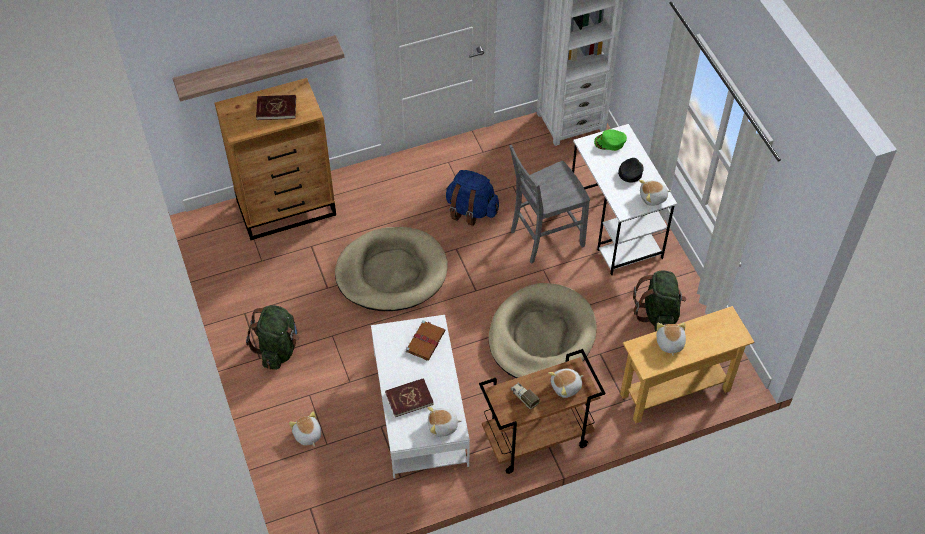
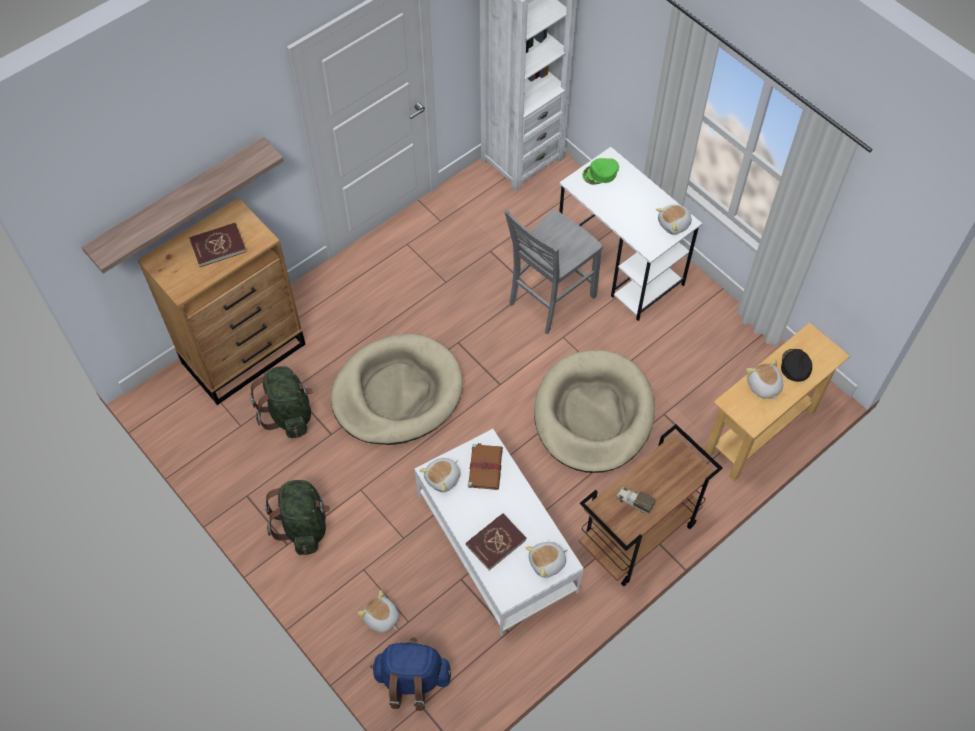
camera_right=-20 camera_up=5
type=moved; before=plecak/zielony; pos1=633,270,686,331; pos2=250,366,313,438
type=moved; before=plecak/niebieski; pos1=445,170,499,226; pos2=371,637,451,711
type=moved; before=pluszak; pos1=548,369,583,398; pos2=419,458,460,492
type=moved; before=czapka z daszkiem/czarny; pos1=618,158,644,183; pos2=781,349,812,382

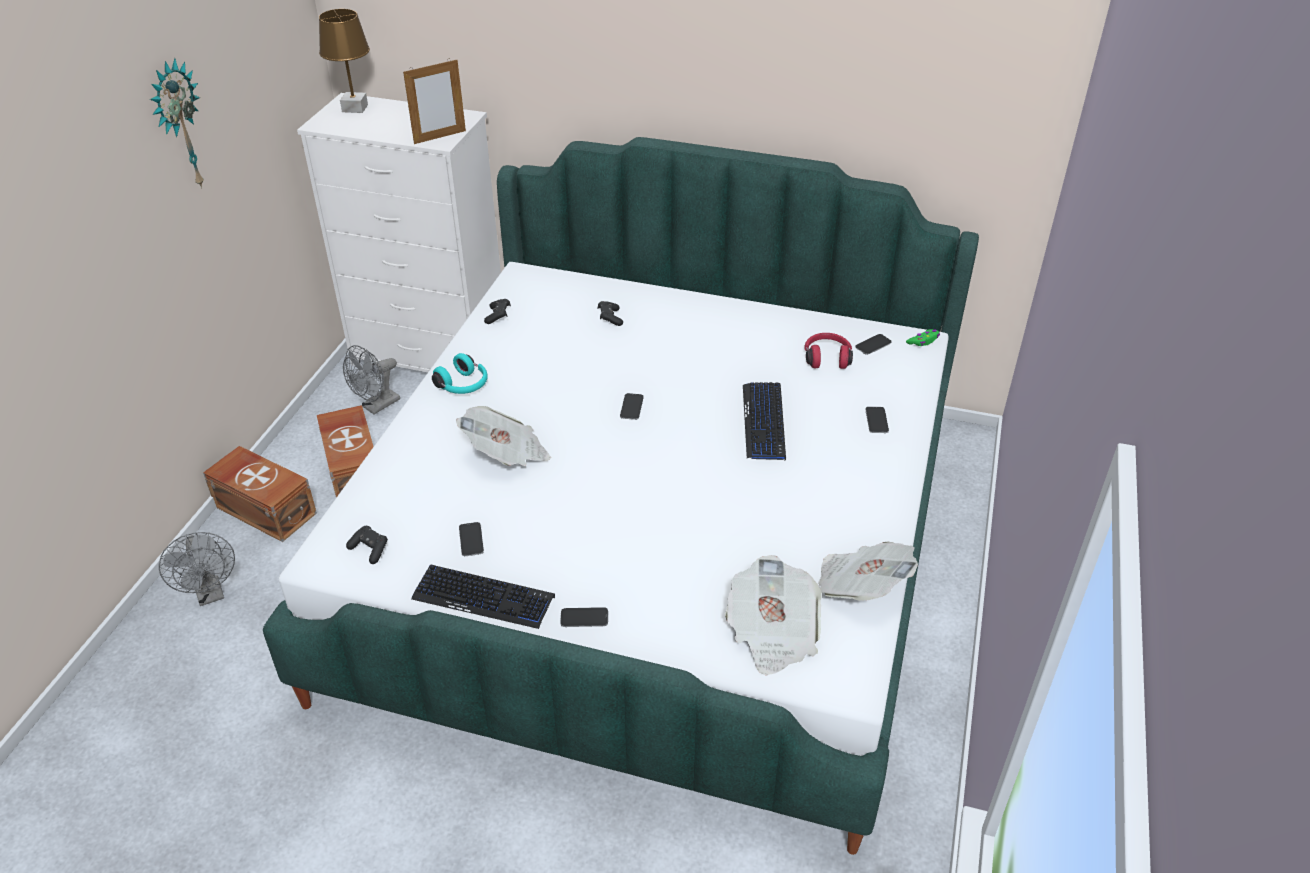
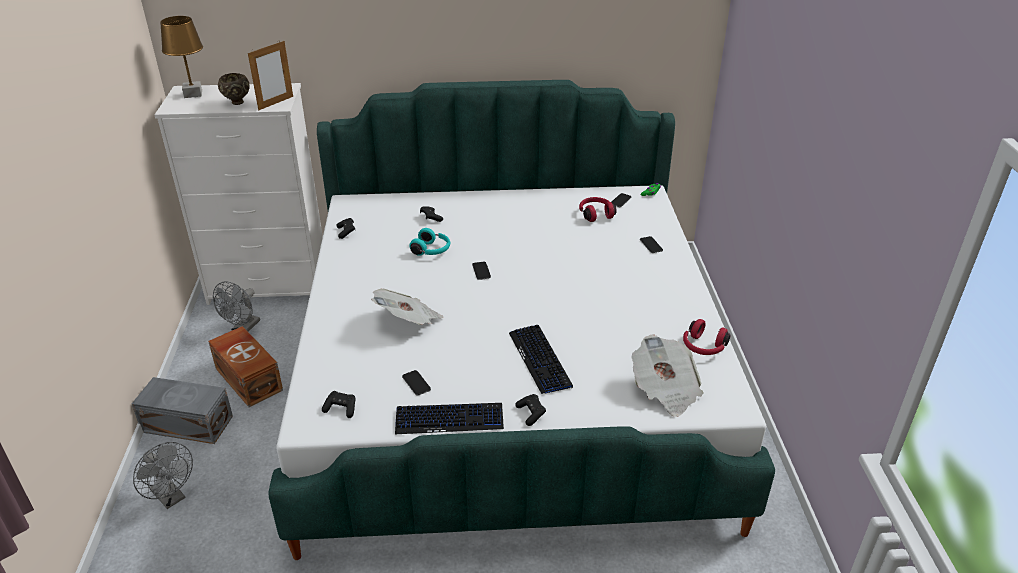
camera_right=-20 camera_up=-5
type=recoloured; before=pojemnik do przechowywania/brązowy; after=pojemnik do przechowywania/szary; pos1=203,446,317,542; pos2=132,377,233,444
type=added; after=miska/brązowy; pos2=218,73,250,105
type=moved; before=słuchawki/turkusowy; pos1=432,353,488,394; pos2=410,228,450,256
type=moved; before=klawiatura; pos1=743,382,786,460; pos2=509,325,573,394
type=replaced; before=telefon; after=pad do gier/czarny; pos1=560,607,608,627; pos2=515,394,546,426
type=replaced; before=gazeta; after=słuchawki/czerwony; pos1=818,541,918,601; pos2=683,319,730,355
type=removed; before=zegar ścienny; pos1=150,58,204,188

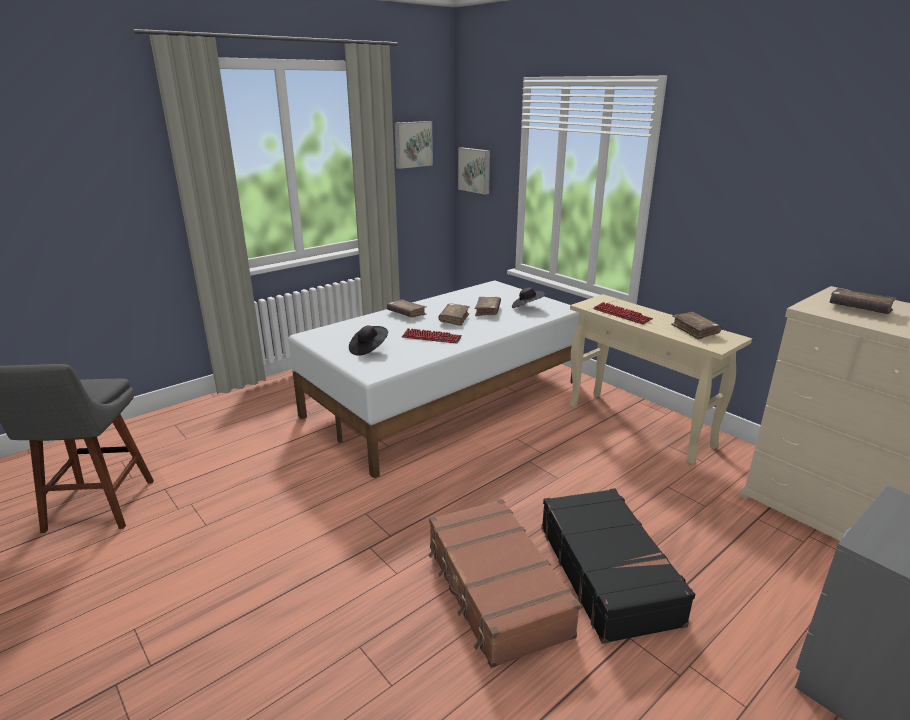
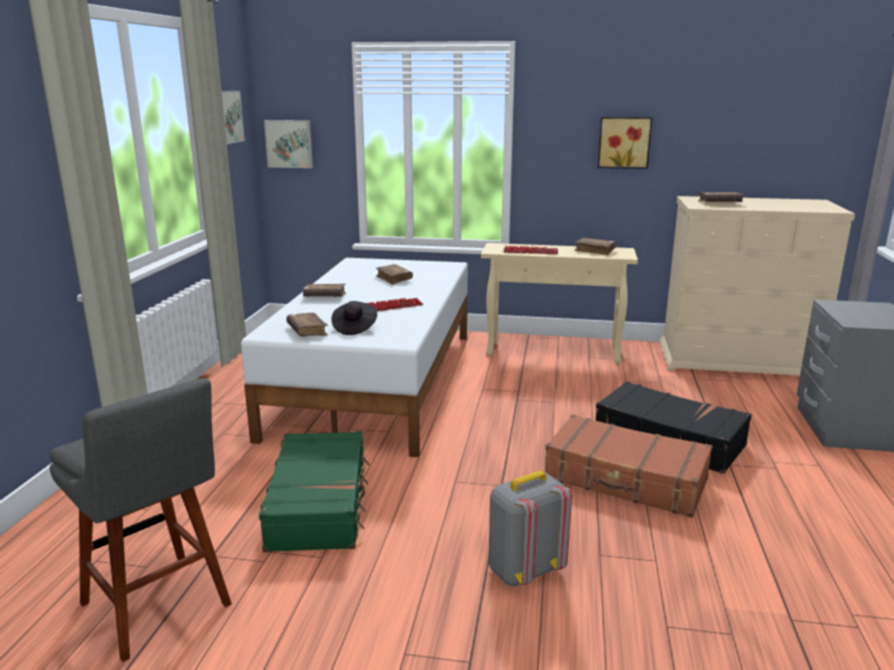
camera_right=-40 camera_up=-5
type=added; after=walizka/zielony; pos2=259,431,370,552
type=moved; before=książka/brązowy; pos1=438,303,470,326; pos2=286,313,328,336
type=added; after=plecak/szary; pos2=489,470,572,586
type=added; after=obraz; pos2=597,117,653,169
type=removed; before=kapelusz/czarny; pos1=512,288,545,308

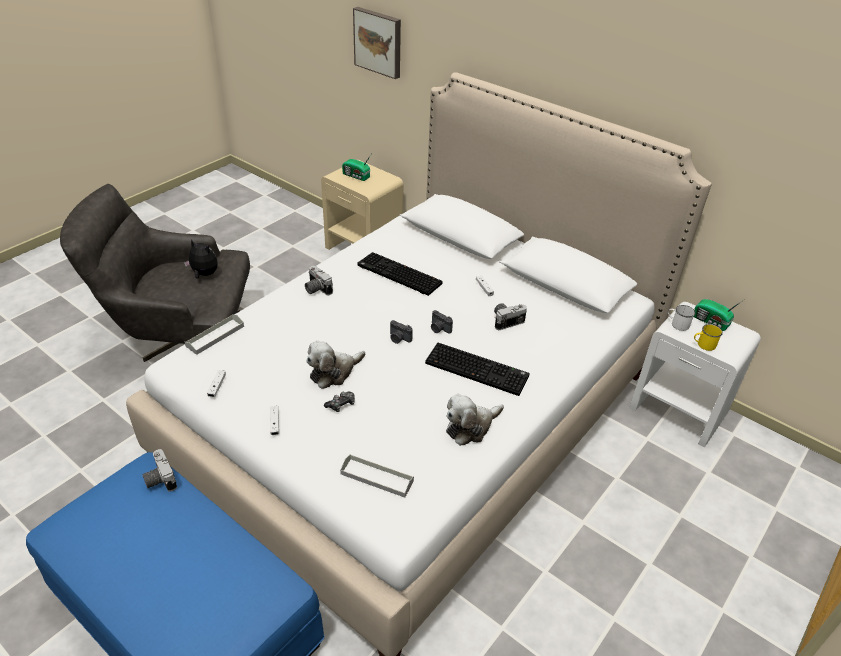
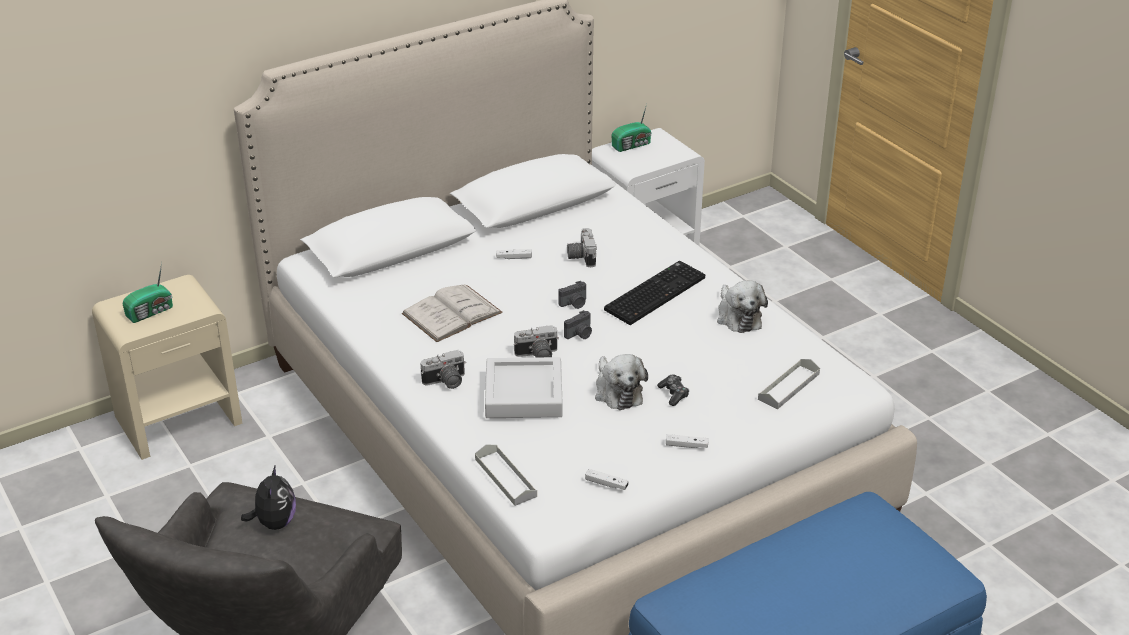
camera_right=-70 camera_up=-5
type=turned; before=pluszak; pos1=184,239,217,279; pos2=241,464,296,530; turn=135
type=replaced; before=klawiatura; after=książka/biały; pos1=357,252,443,296; pos2=402,284,503,342
type=added; after=taca/szary; pos2=485,357,563,418
type=moved; before=aparat fotograficzny; pos1=142,449,177,491; pos2=514,325,559,357
type=removed; before=obraz; pos1=353,7,401,79
type=removed; before=kubek/biały; pos1=668,305,695,331
type=removed; before=kubek/żółty; pos1=694,324,723,351

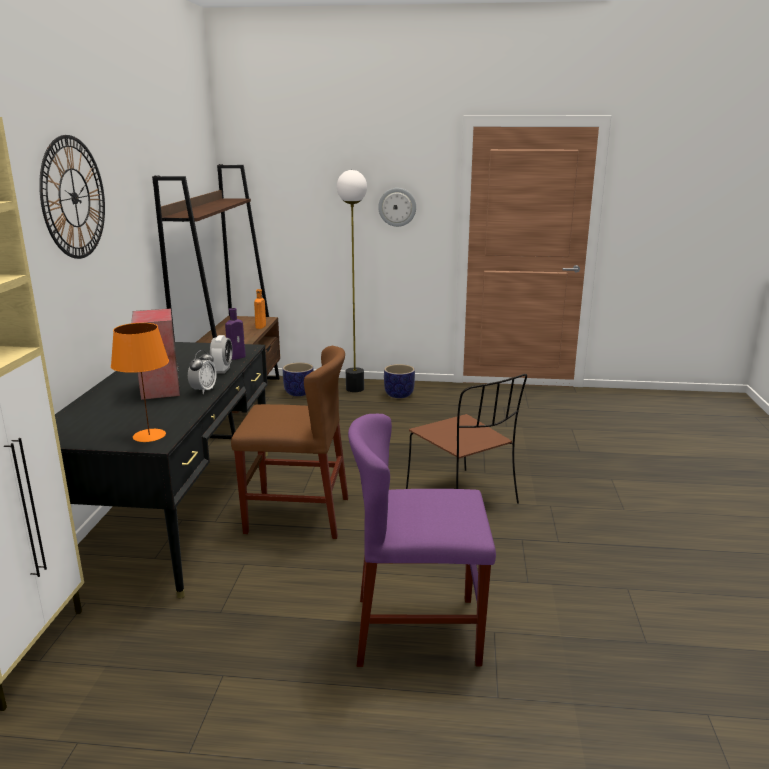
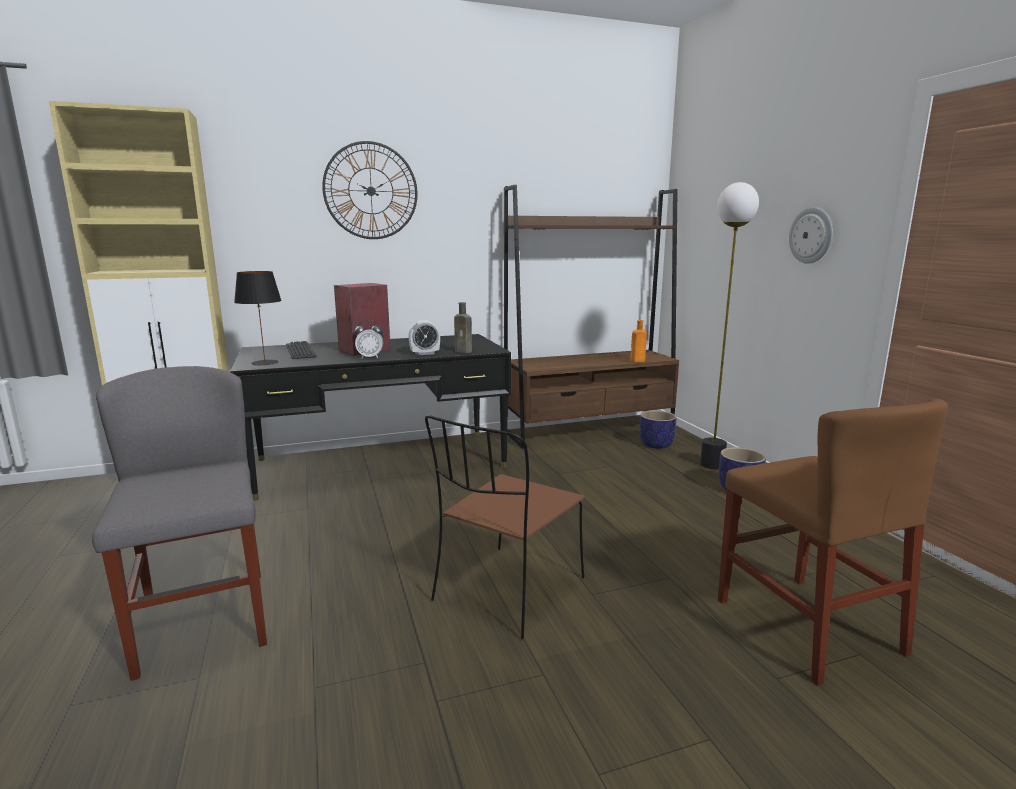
camera_right=65 camera_up=-5
type=recoloured; before=krzesło/fioletowy; after=krzesło/szary; pos1=348,414,496,667; pos2=92,366,267,681
type=recoloured; before=lampa stołowa/pomarańczowy; after=lampa stołowa/czarny; pos1=111,323,169,442; pos2=234,271,282,365
type=added; after=klawiatura; pos2=286,341,317,359
type=recoloured; before=butelka/fioletowy; after=butelka/brązowy; pos1=225,308,246,360; pos2=454,302,472,353
type=moved; before=krzesło/brązowy; pos1=231,346,348,539; pos2=718,399,948,686

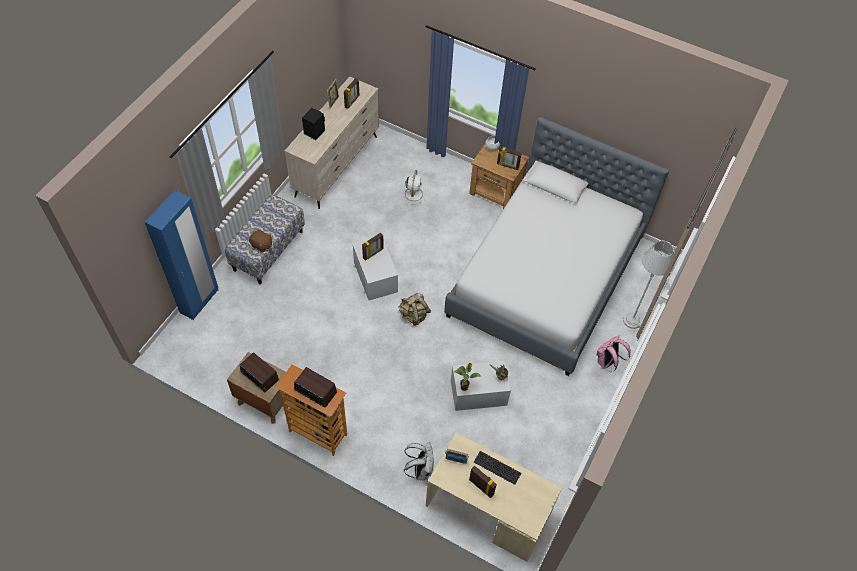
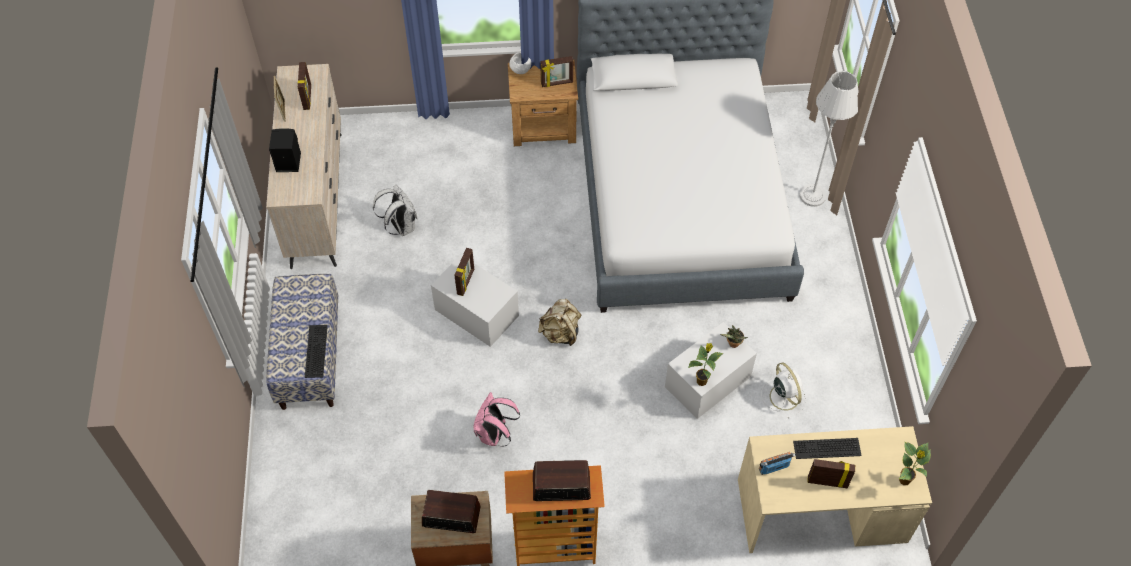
camera_right=-30 camera_up=0
type=replaced; before=pluszak/brązowy; after=klawiatura; pos1=249,230,272,253; pos2=305,325,328,378
type=moved; before=plecak/biały; pos1=404,442,434,480; pos2=373,184,418,236
type=moved; before=plecak/różowy; pos1=597,335,631,372; pos2=474,392,520,446
type=moved; before=wentylator/biały; pos1=401,170,427,204; pos2=761,363,806,419
type=added; after=roślina doniczkowa; pos2=899,442,931,485
type=removed; before=szafa/niebieski; pos1=145,190,218,320

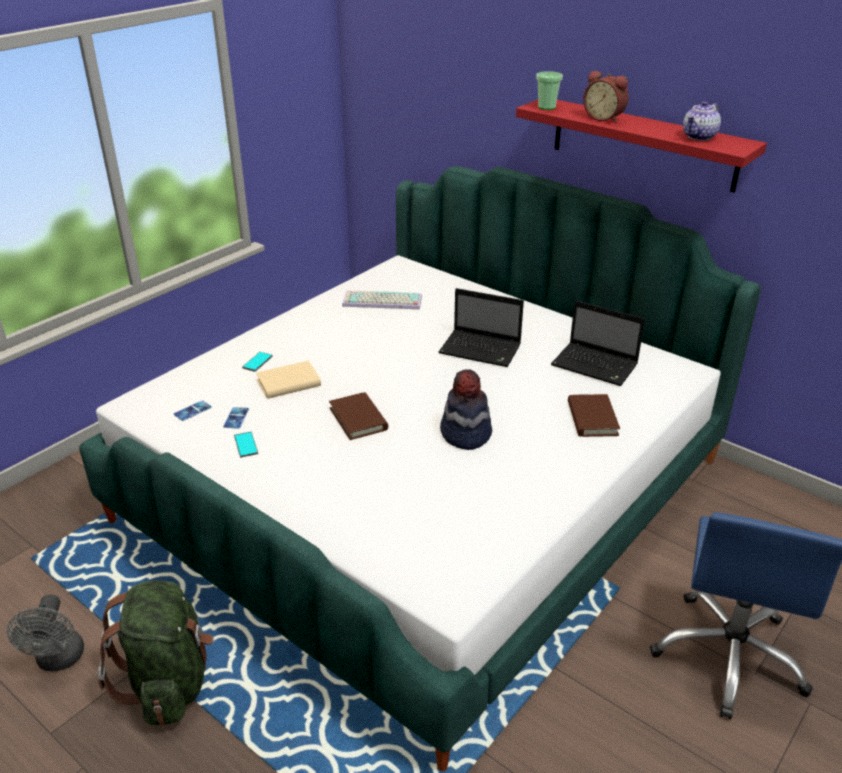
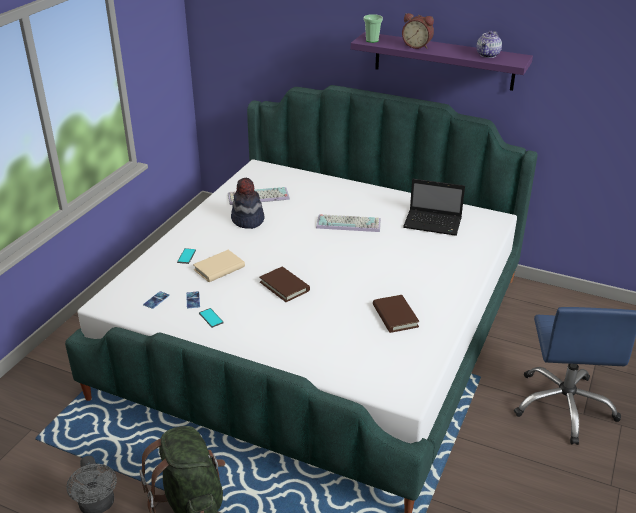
camera_right=-15 camera_up=0
type=moved; before=kapelusz; pos1=440,369,492,450; pos2=231,178,264,229
type=replaced; before=laptop; after=klawiatura; pos1=439,288,524,367; pos2=316,214,381,232
type=recoloured; before=półka/czerwony; after=półka/fioletowy; pos1=516,100,767,193; pos2=351,32,533,91
type=moved; before=książka/brązowy; pos1=568,394,620,437; pos2=373,295,420,333

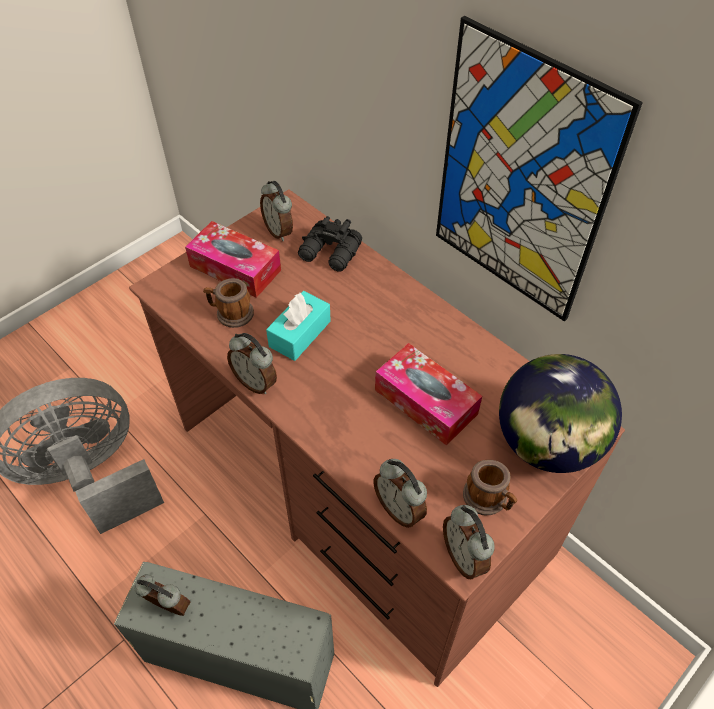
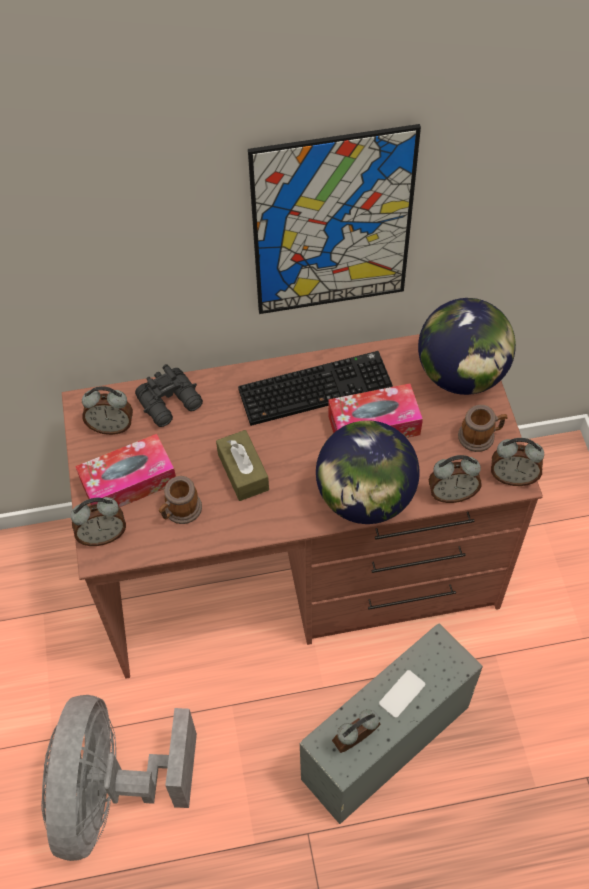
camera_right=-55 camera_up=5
type=moved; before=budzik; pos1=227,333,277,394; pos2=71,497,126,546
type=recoloured; before=pudełko chusteczek/turkusowy; after=pudełko chusteczek/brązowy; pos1=266,291,331,361; pos2=216,430,269,501
type=added; after=klawiatura; pos2=238,351,393,426
type=added; after=globus; pos2=316,420,419,524
type=added; after=telefon; pos2=379,670,425,718

